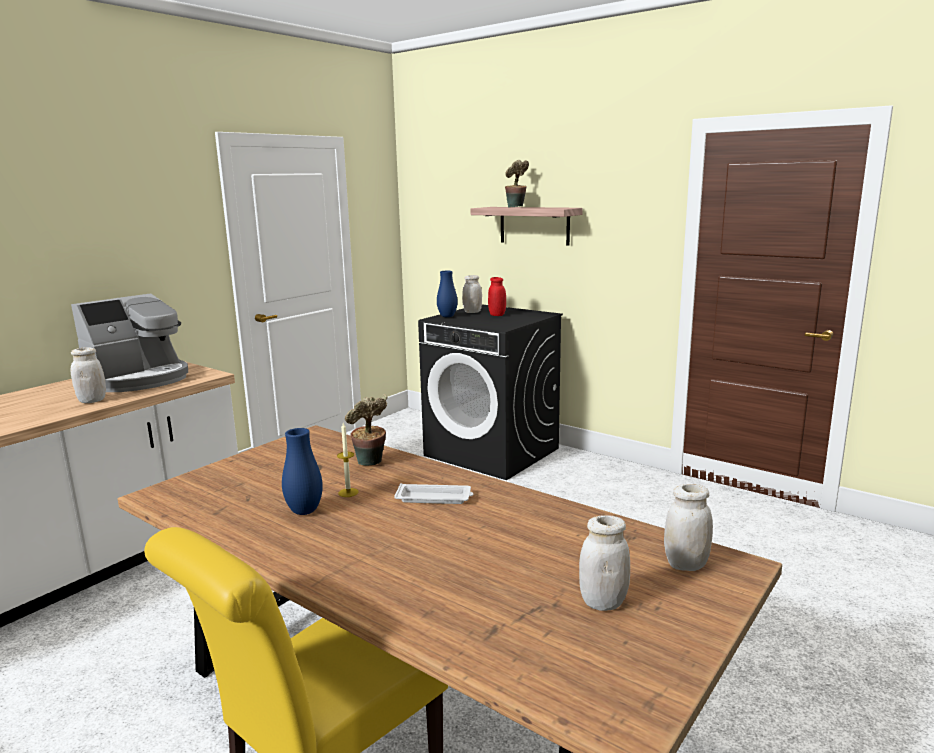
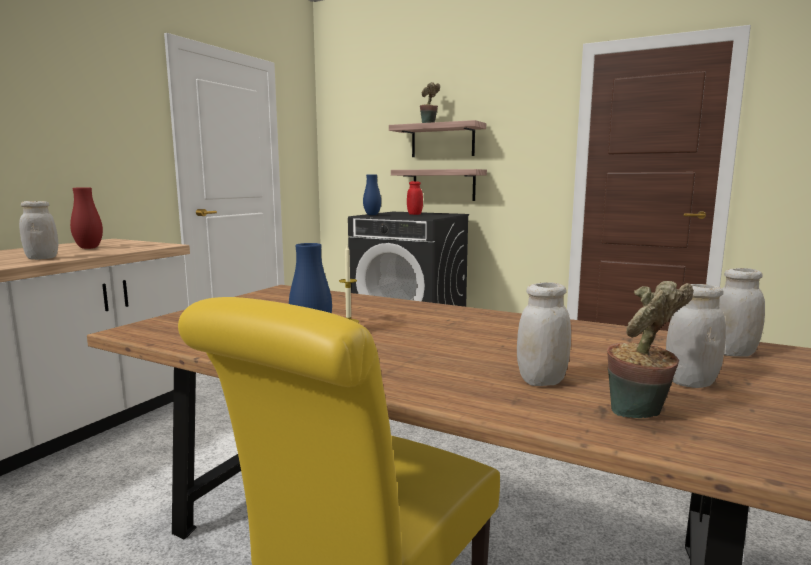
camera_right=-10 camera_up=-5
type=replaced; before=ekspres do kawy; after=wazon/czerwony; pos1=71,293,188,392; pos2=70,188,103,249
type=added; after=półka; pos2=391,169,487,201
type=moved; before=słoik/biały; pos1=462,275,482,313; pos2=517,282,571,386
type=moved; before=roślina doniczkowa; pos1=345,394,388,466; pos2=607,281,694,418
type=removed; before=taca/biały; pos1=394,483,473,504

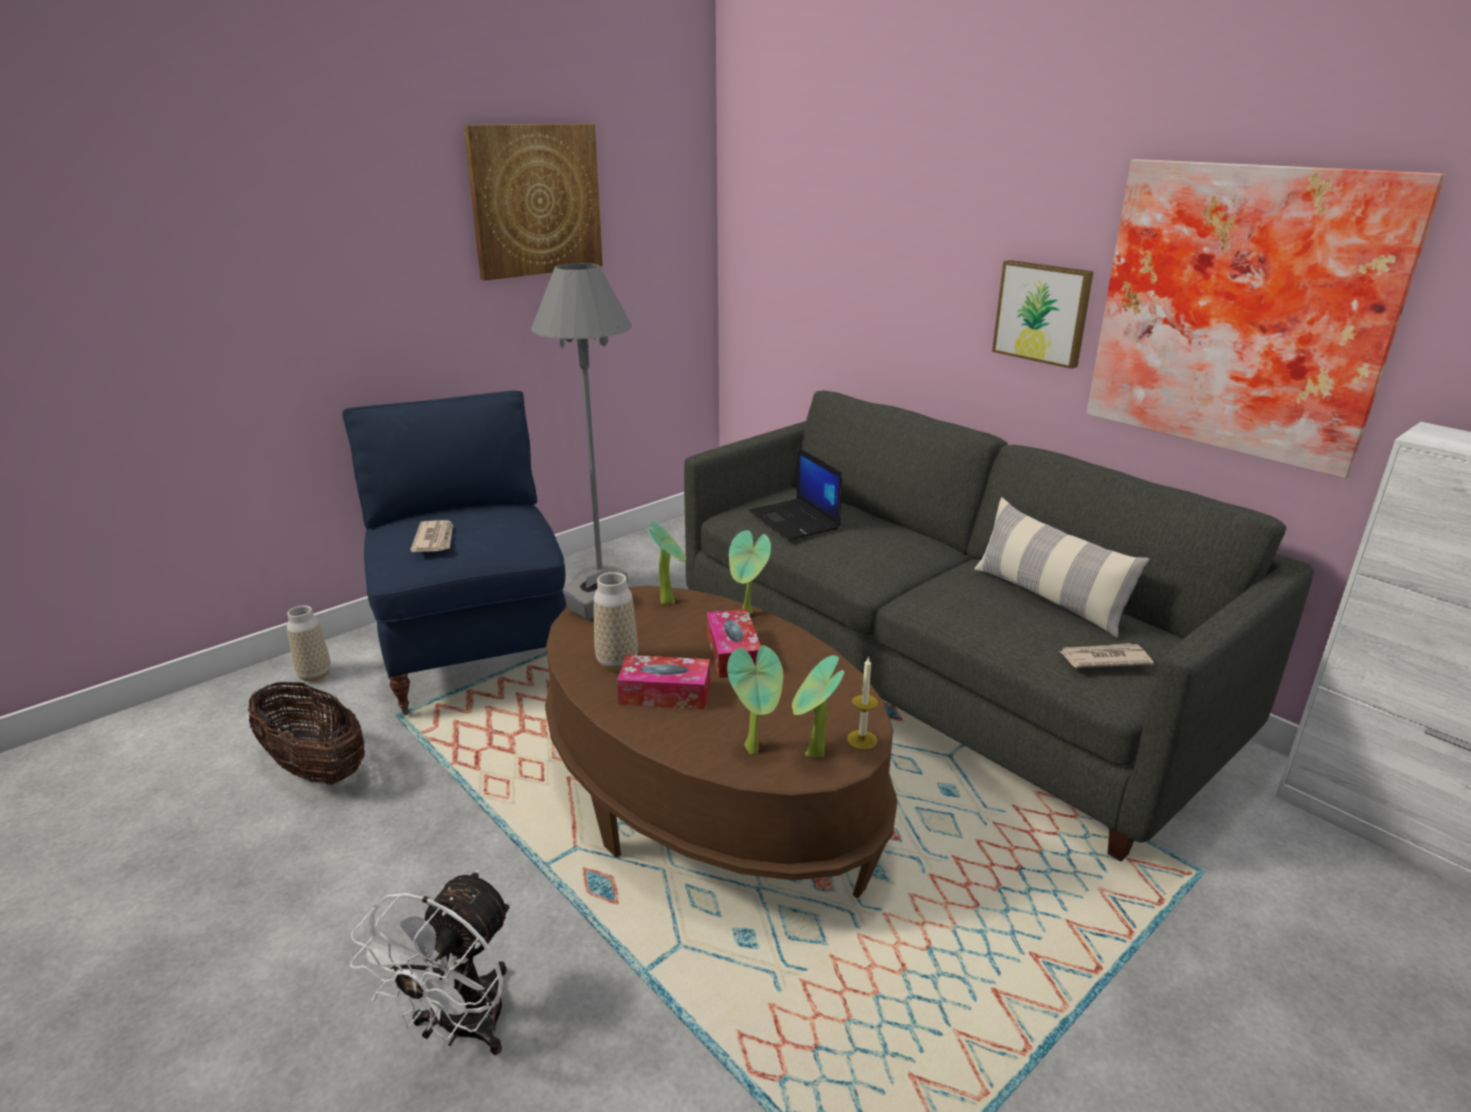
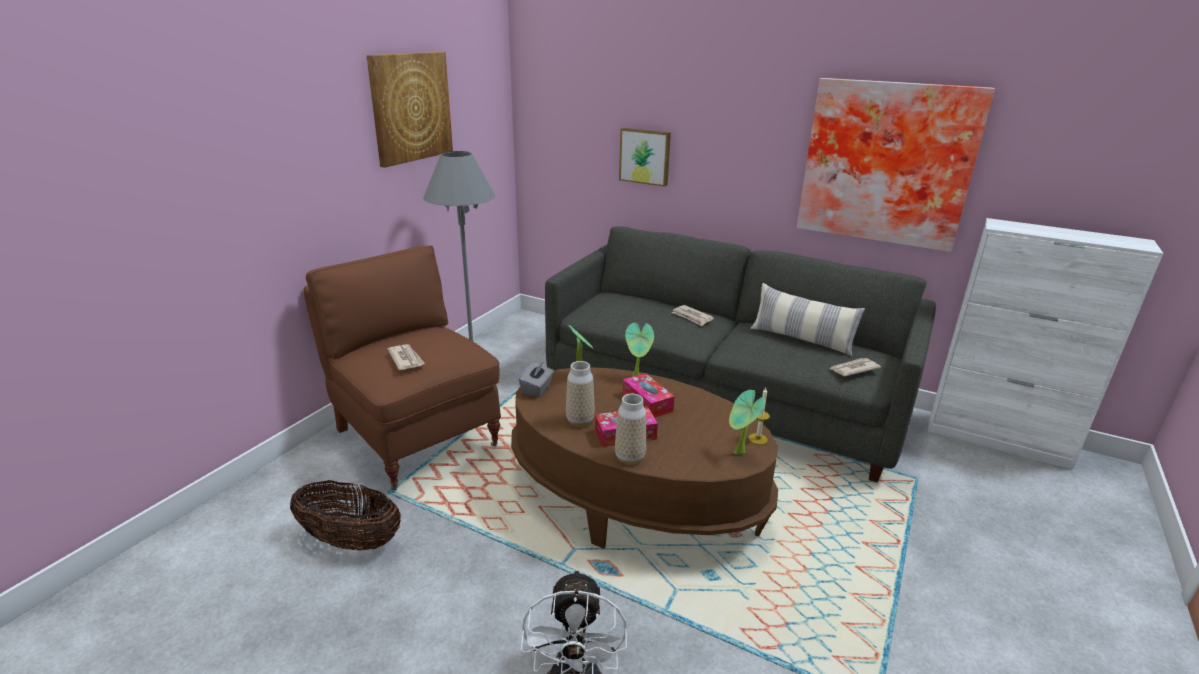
camera_right=-20 camera_up=0
type=recoloured; before=fotel/niebieski; after=fotel/brązowy; pos1=342,390,567,715; pos2=304,246,501,490
type=moved; before=wazon; pos1=287,605,331,682; pos2=615,394,646,465
type=moved; before=obraz; pos1=992,260,1094,369; pos2=619,128,671,187
type=added; after=gazeta; pos2=672,305,714,326
type=removed; before=roślina doniczkowa; pos1=727,645,783,754
type=removed; before=laptop; pos1=749,448,842,540

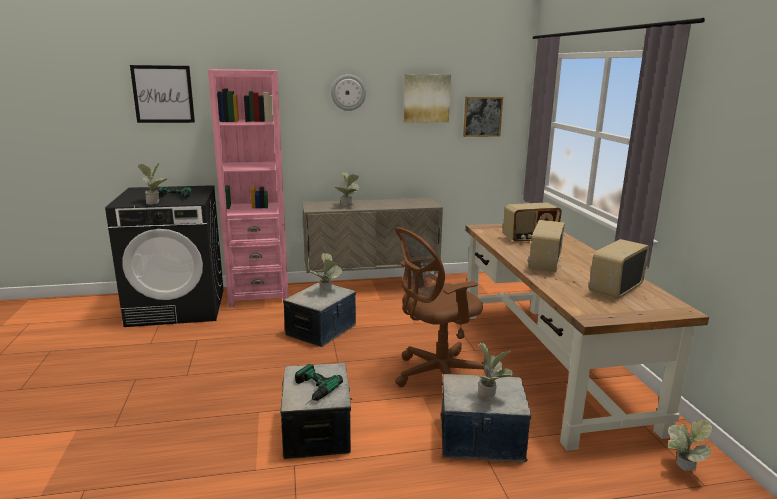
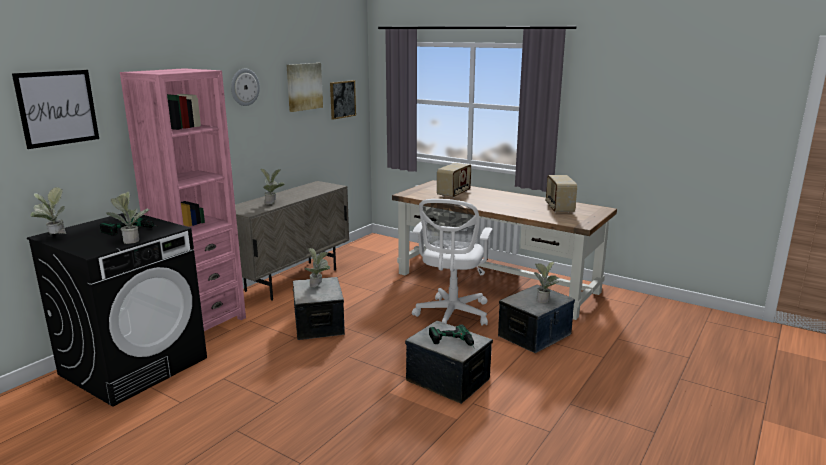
camera_right=-45 camera_up=0
type=moved; before=roślina doniczkowa; pos1=668,419,713,472; pos2=30,187,66,235
type=recoloured; before=krzesło biurowe/brązowy; after=krzesło biurowe/biały; pos1=395,227,486,387; pos2=412,199,493,326
type=removed; before=radio; pos1=527,220,565,273

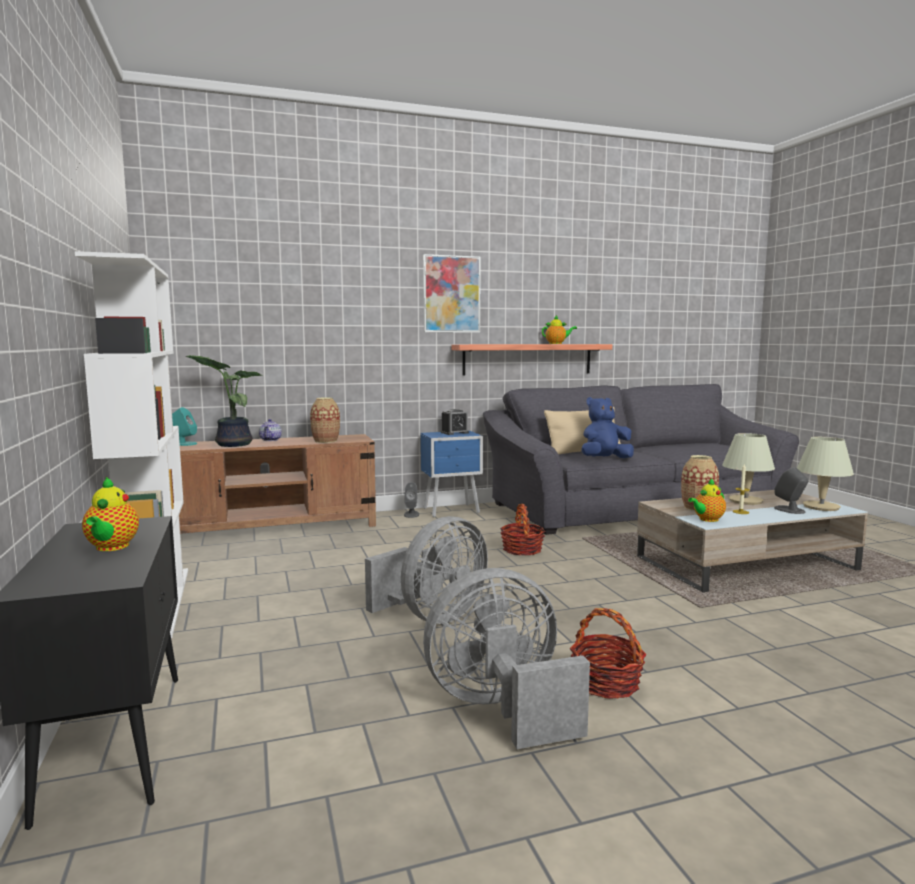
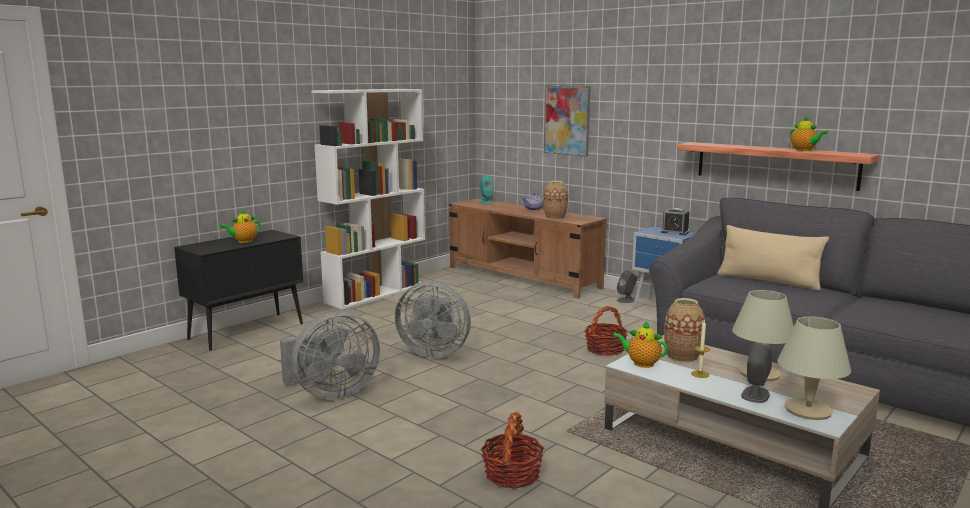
camera_right=60 camera_up=5
type=turned; before=wentylator/szary; pos1=423,568,590,749; pos2=280,311,380,399; turn=105
type=moved; before=koszyk; pos1=570,608,647,699; pos2=481,411,544,489
type=moved; before=obraz; pos1=423,254,481,333; pos2=544,86,591,157
type=removed; before=roślina doniczkowa; pos1=186,355,261,447
type=removed; before=pluszak/niebieski; pos1=581,397,634,458

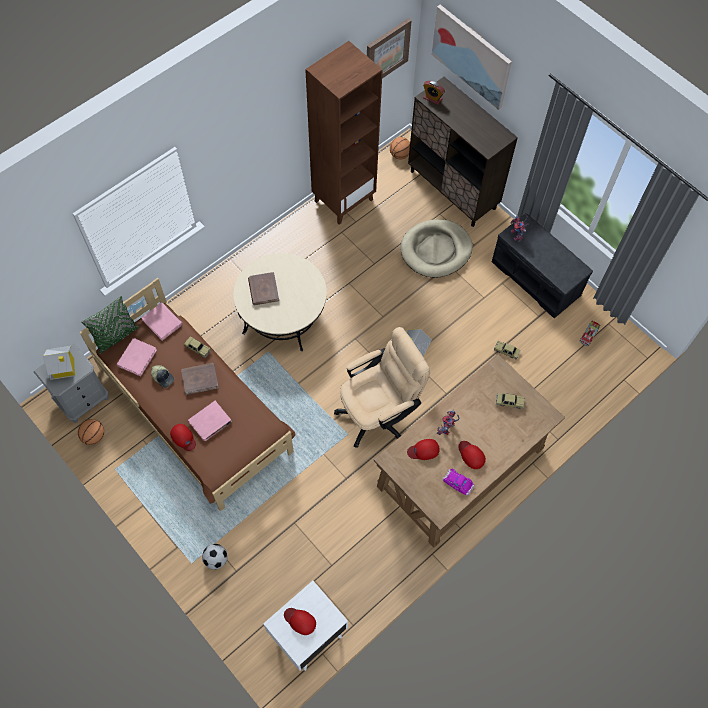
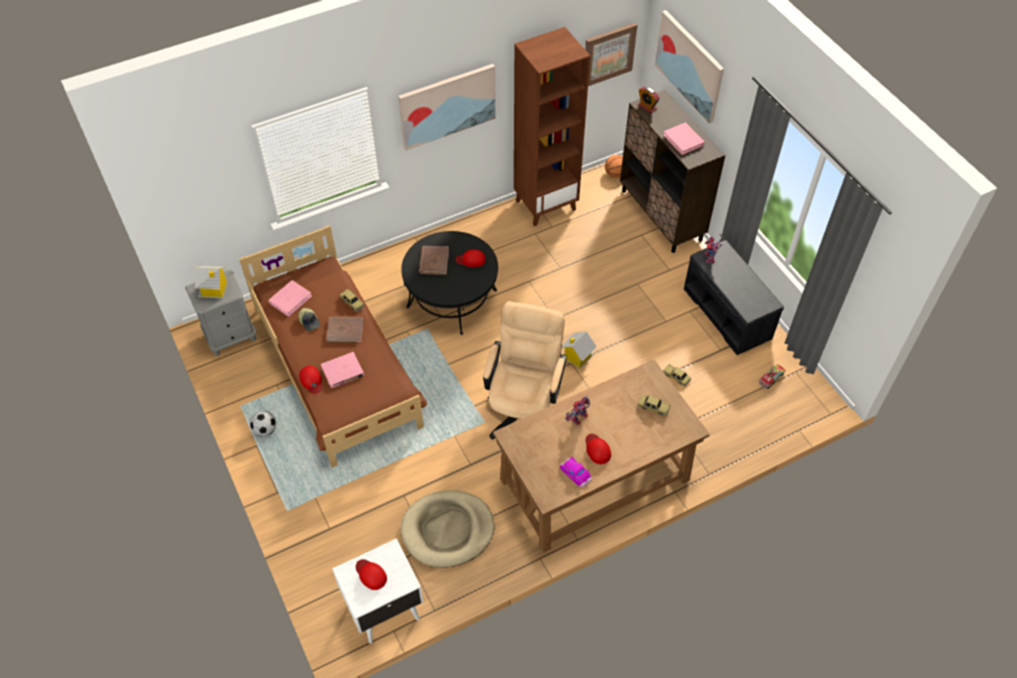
camera_right=15 camera_up=-10
type=moved; before=piłka futbolowa; pos1=202,544,227,570; pos2=250,411,276,437
type=added; after=obraz; pos2=398,64,496,151
type=recoloured; before=ława/beżowy; after=ława/czarny; pos1=233,253,327,351; pos2=401,231,498,335
type=moved; before=legowisko/beżowy; pos1=400,219,473,278; pos2=401,490,495,568
type=moved; before=czapka z daszkiem/czerwony; pos1=407,439,440,460; pos2=455,249,486,267
type=turned; before=krzesło biurowe/beżowy; pos1=334,327,431,448; pos2=483,301,567,439; turn=-60
type=moved; before=książka/różowy; pos1=142,303,182,341; pos2=663,123,705,155
type=removed; before=piłka do koszykówki; pos1=78,419,104,445
type=removed; before=poduszka/zielony; pos1=81,296,139,354

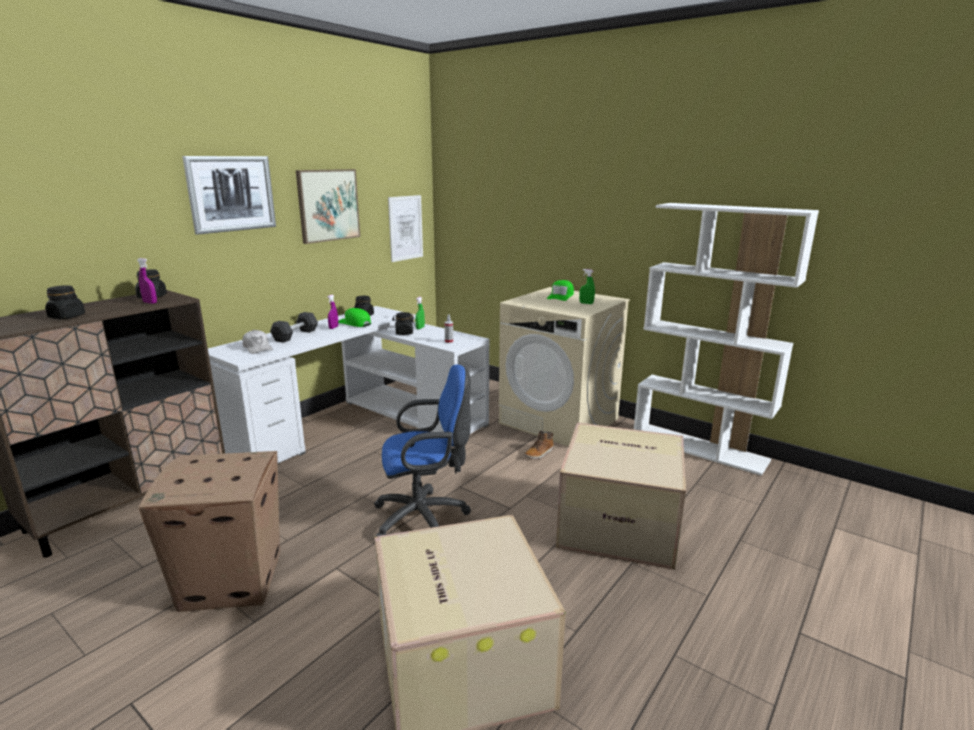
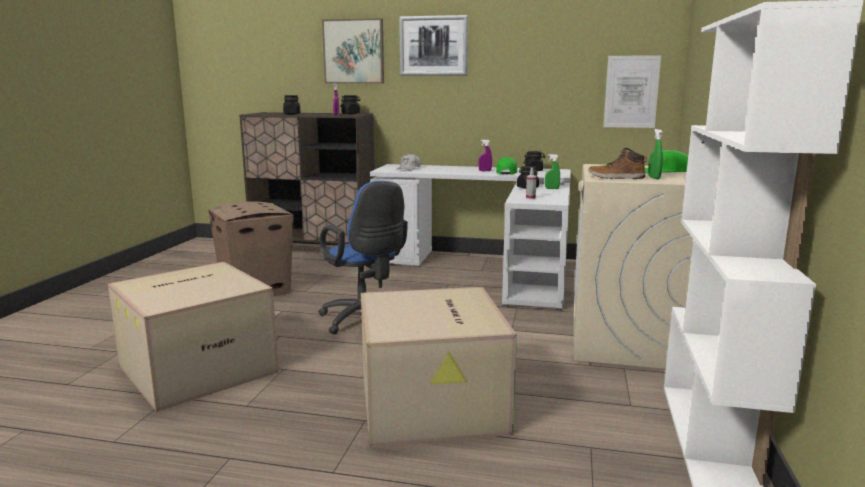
camera_right=65 camera_up=-5
type=moved; before=obraz; pos1=296,169,360,244; pos2=322,18,384,84
type=moved; before=but z cholewką; pos1=524,431,554,459; pos2=588,148,647,179
type=removed; before=hantel/szary; pos1=270,312,318,342

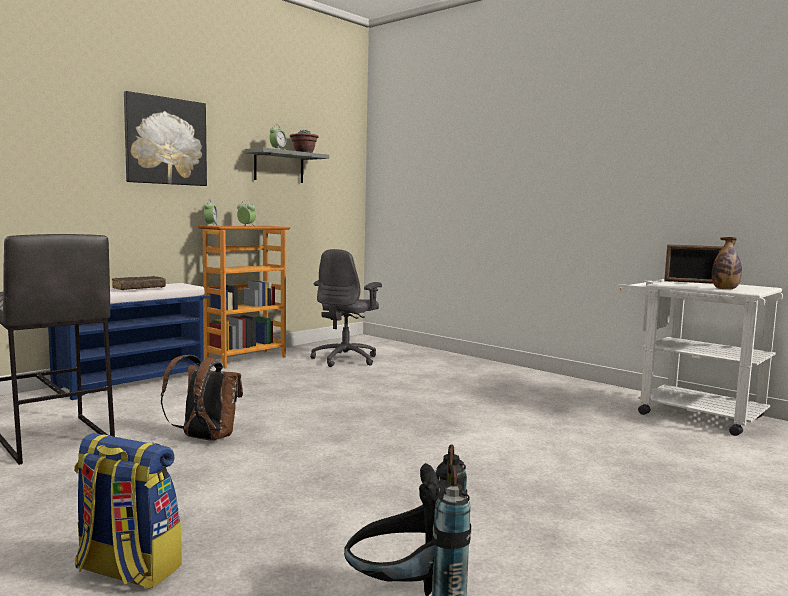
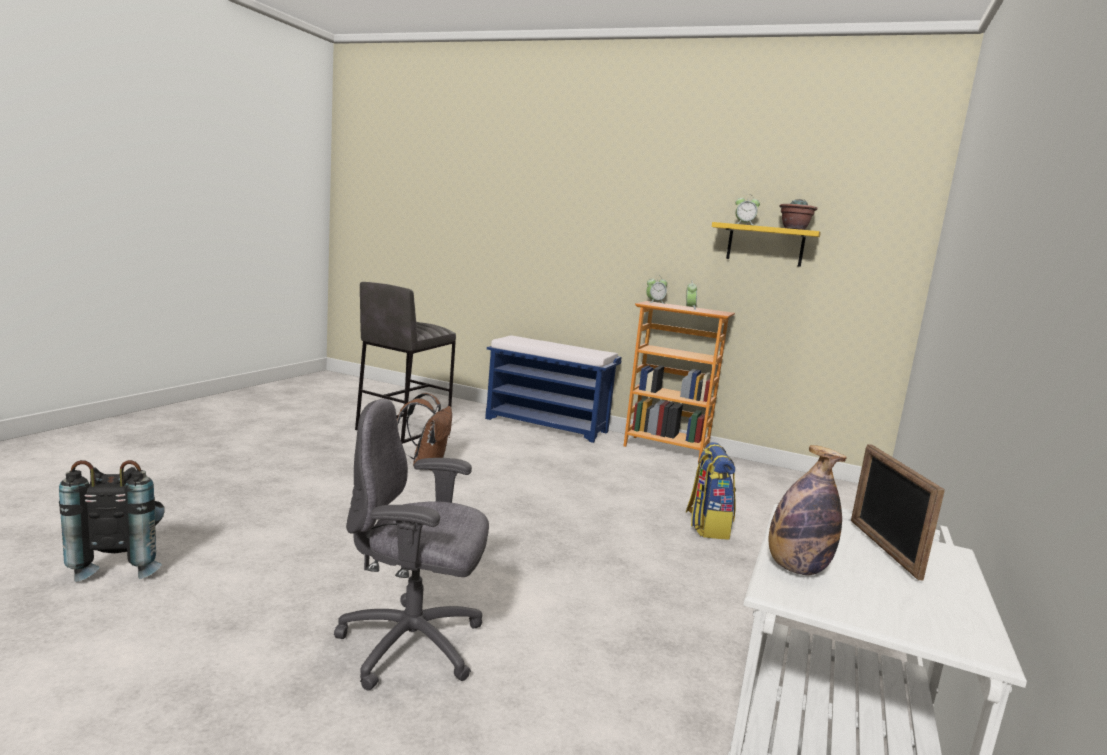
camera_right=70 camera_up=5
type=moved; before=krzesło biurowe/szary; pos1=310,249,382,367; pos2=334,398,489,691
type=moved; before=plecak; pos1=74,433,182,589; pos2=686,442,736,540
type=recoloured; before=półka/szary; after=półka/żółty; pos1=245,148,329,183; pos2=712,222,821,267
type=removed; before=książka/brązowy; pos1=112,276,166,290
type=removed; before=obraz; pos1=124,91,207,186

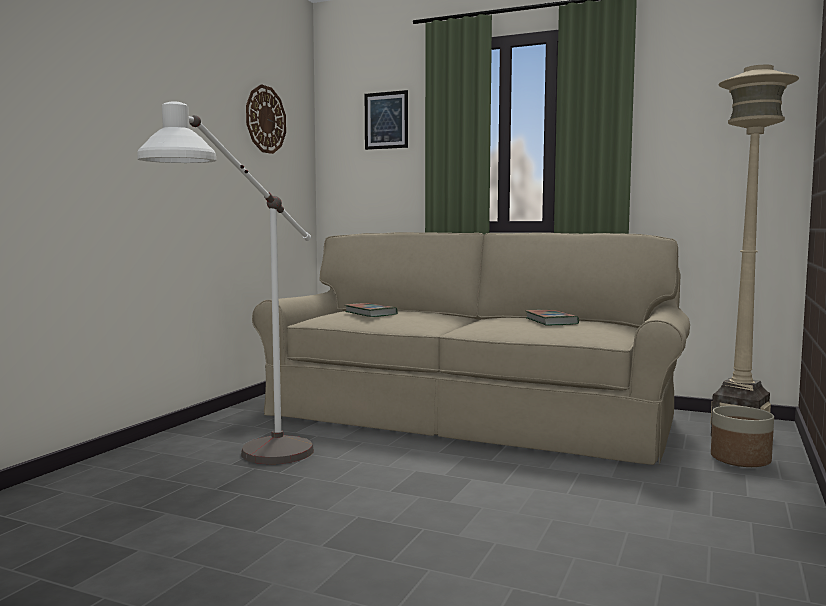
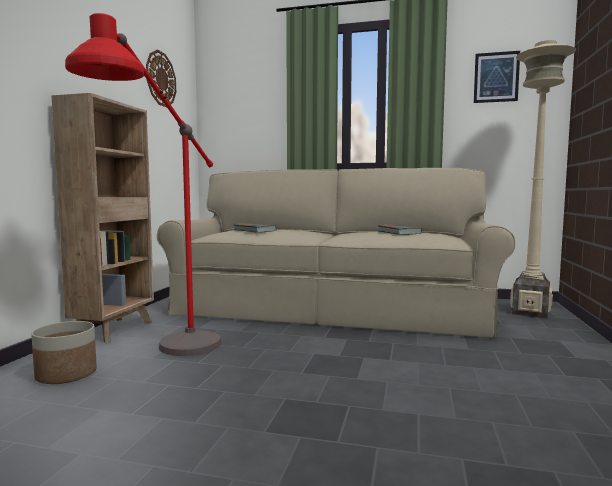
camera_right=-10 camera_up=0
type=moved; before=donica; pos1=711,406,774,467; pos2=31,321,97,384
type=added; after=regał/brązowy; pos2=51,93,154,343
type=recoloured; before=lampa stojąca/biały; after=lampa stojąca/czerwony; pos1=137,101,314,464; pos2=65,13,222,356
type=moved; before=obraz; pos1=365,90,408,150; pos2=474,51,520,103

